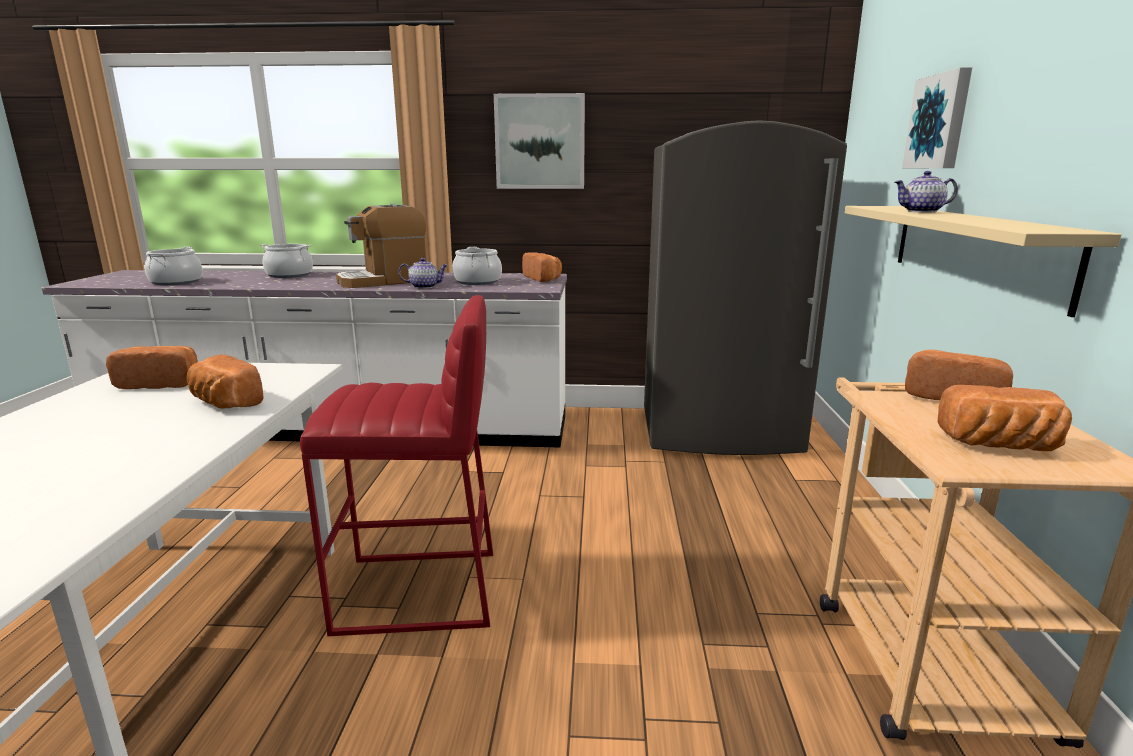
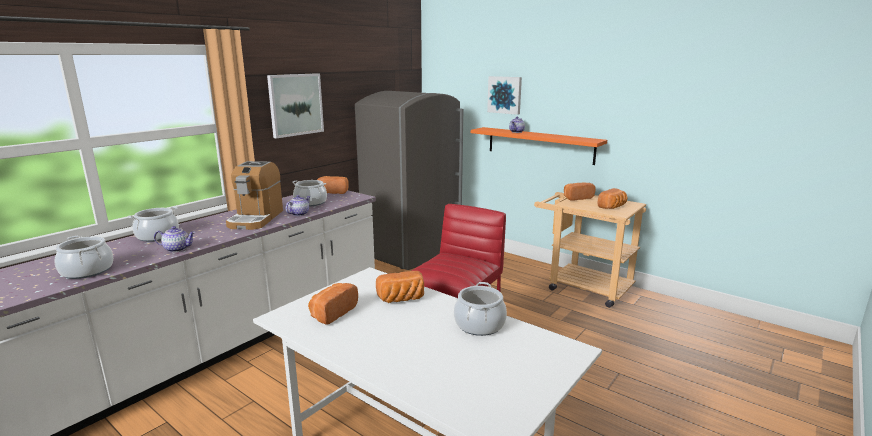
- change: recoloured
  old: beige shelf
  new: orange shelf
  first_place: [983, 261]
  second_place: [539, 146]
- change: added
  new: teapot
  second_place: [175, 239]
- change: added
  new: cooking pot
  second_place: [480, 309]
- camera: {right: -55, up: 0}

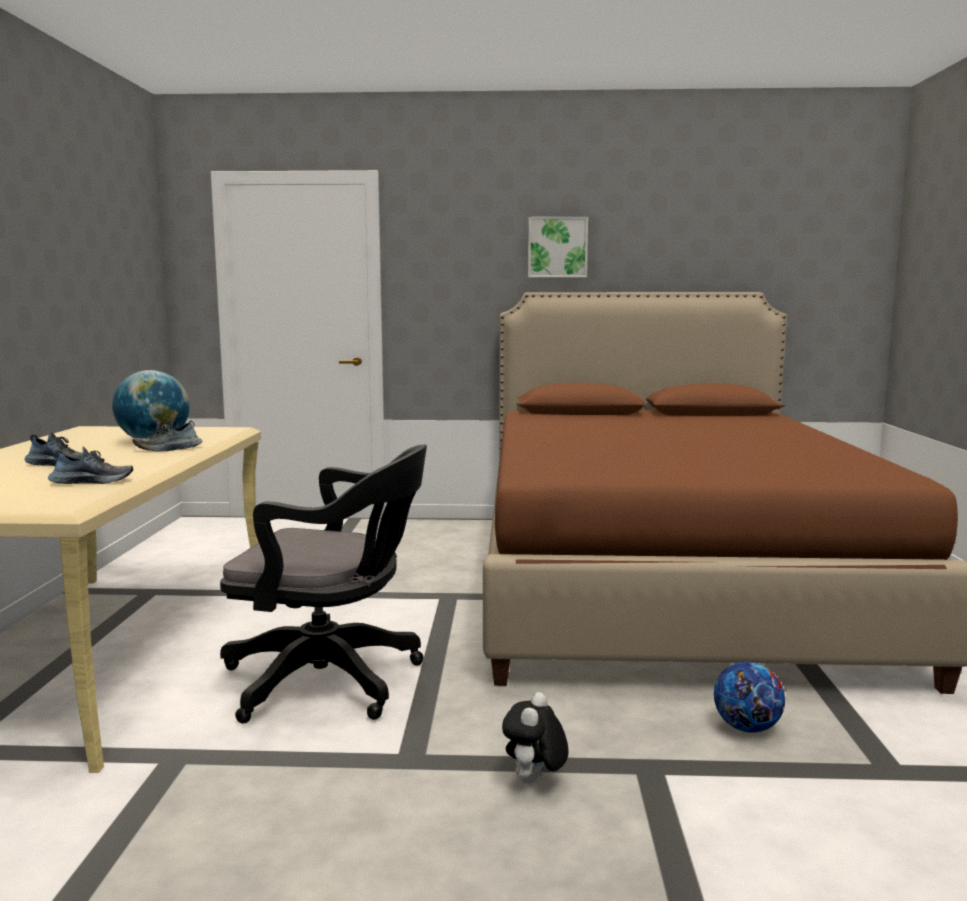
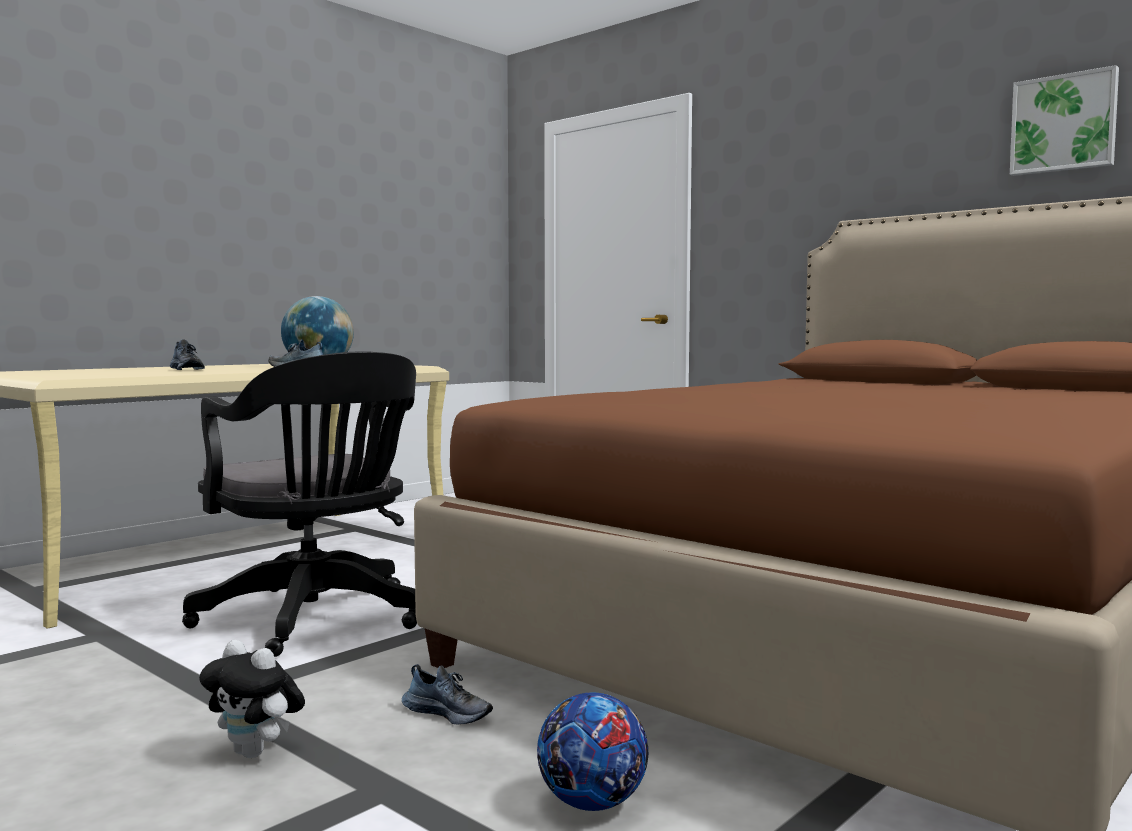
- change: moved
  old: shoe
  first_place: [90, 465]
  second_place: [447, 694]
- change: turned
  old: plush toy
  first_place: [535, 738]
  second_place: [252, 699]
  degrees: -120
- change: moved
  old: picture
  first_place: [558, 247]
  second_place: [1064, 120]
- camera: {right: 40, up: -5}

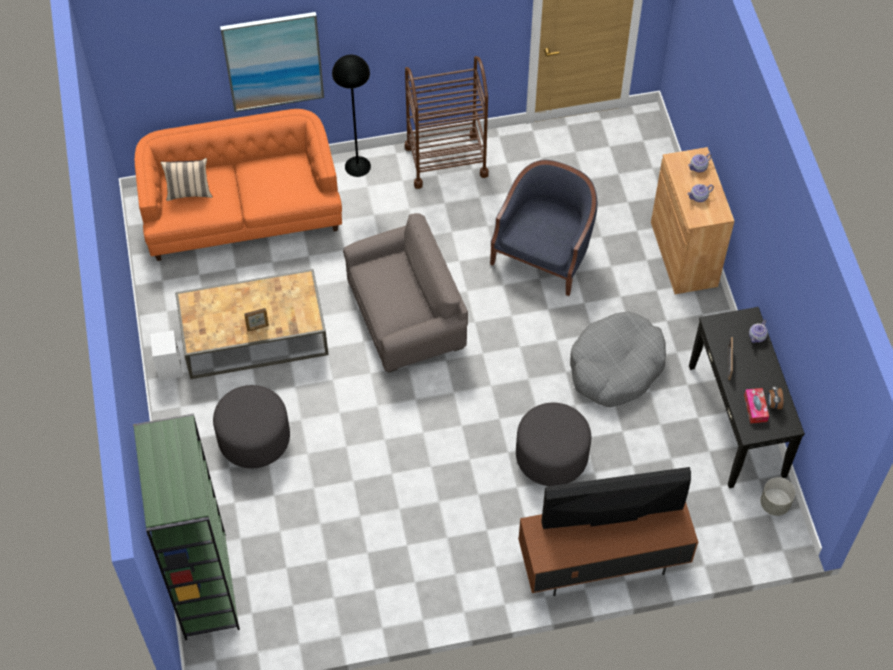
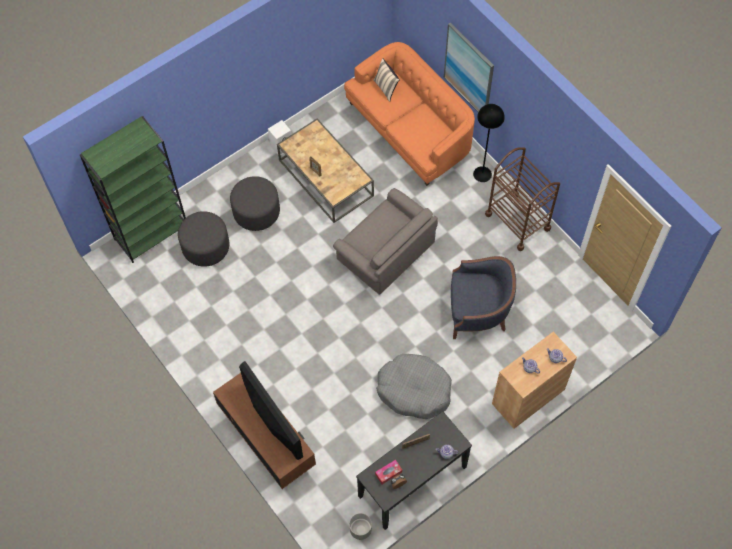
- change: moved
  old: grey ottoman
  first_place: [553, 444]
  second_place: [203, 239]
- camera: {right: 65, up: 5}

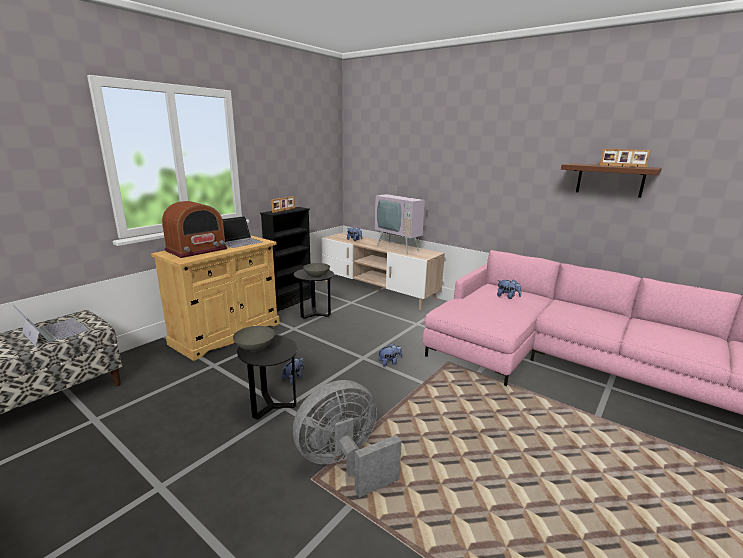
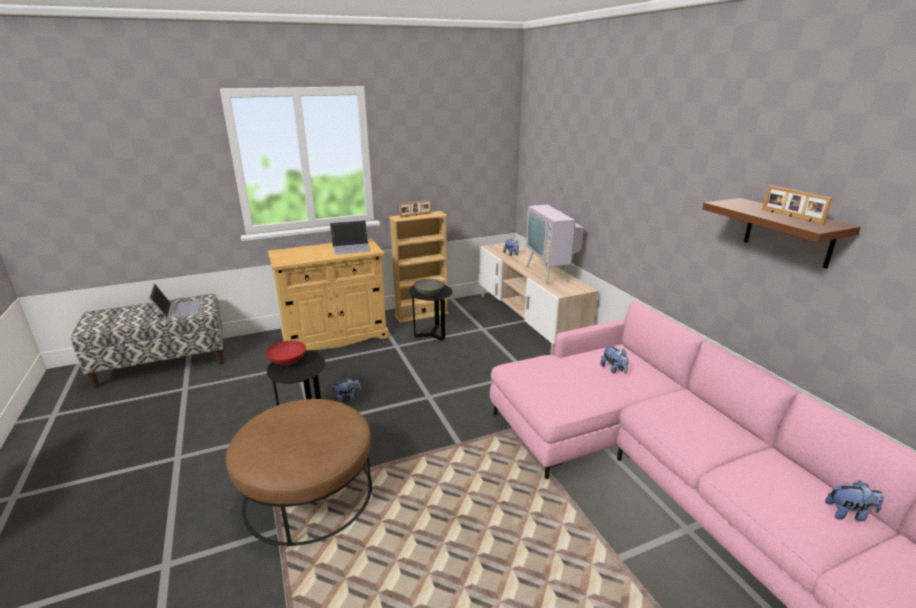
- change: removed
  old: radio
  first_place: [194, 229]
- change: recoloured
  old: grey bowl
  new: red bowl
  first_place: [254, 339]
  second_place: [285, 353]
- change: recoloured
  old: black bookcase
  new: beige bookcase
  first_place: [285, 259]
  second_place: [419, 267]
- change: replaced
  old: grey fan
  new: brown ottoman
  first_place: [347, 439]
  second_place: [299, 472]
- change: moved
  old: plush toy
  first_place: [390, 354]
  second_place: [854, 501]
- camera: {right: 30, up: 5}

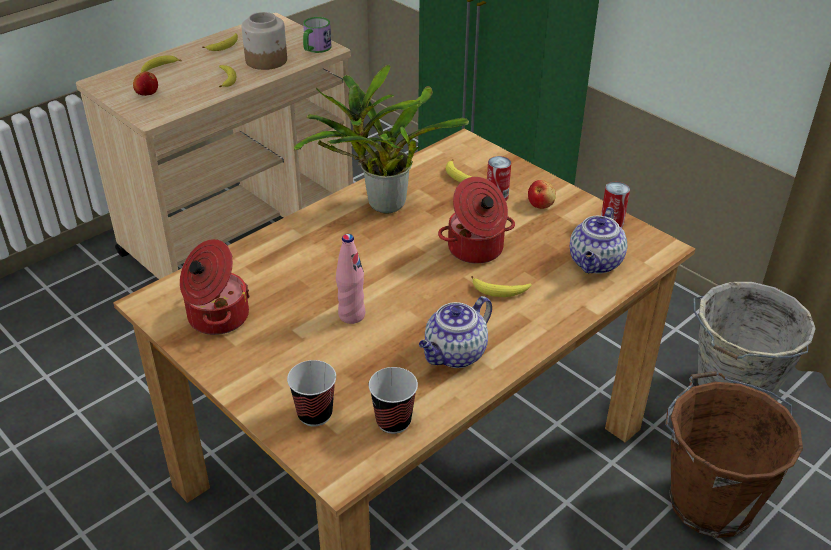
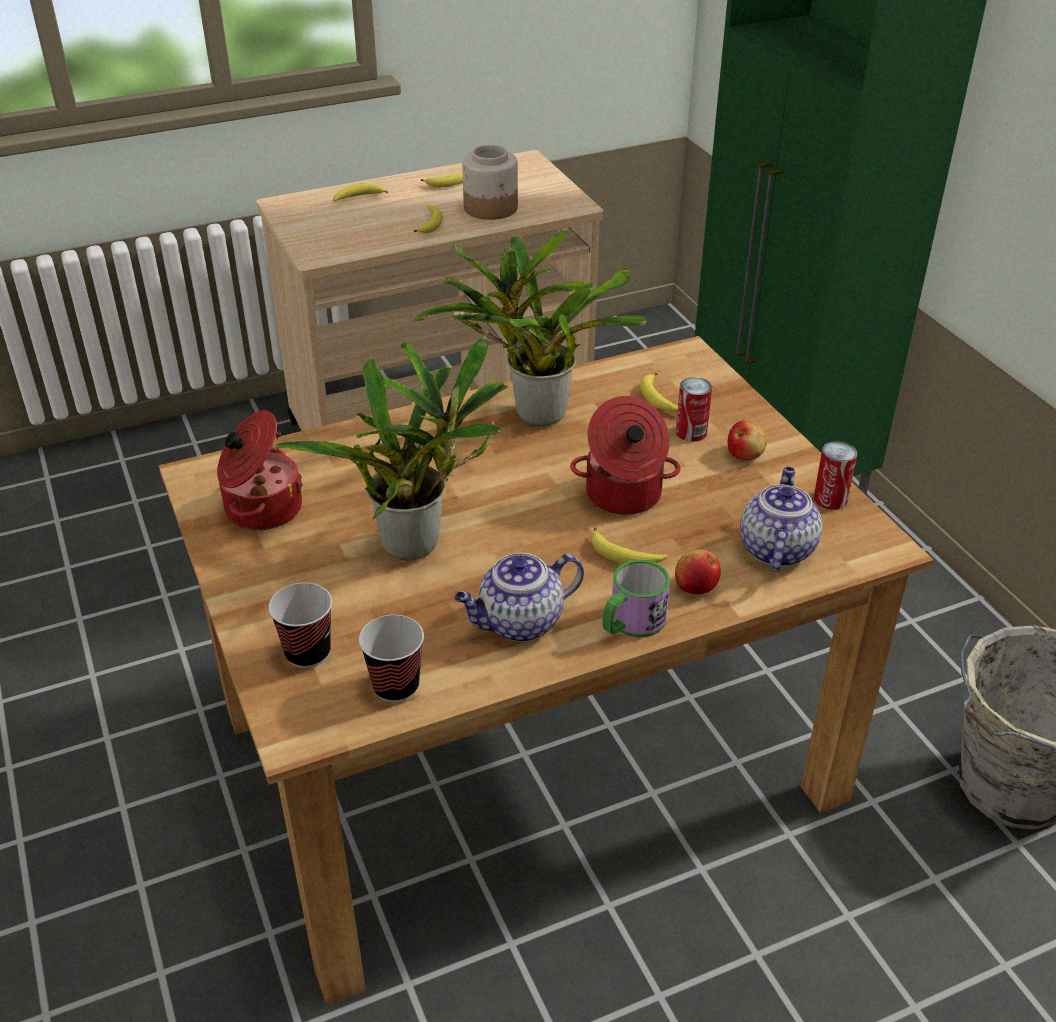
- change: moved
  old: apple
  first_place: [145, 83]
  second_place: [698, 572]
- change: moved
  old: mug
  first_place: [317, 35]
  second_place: [636, 598]
- change: replaced
  old: pink bottle
  new: potted plant
  first_place: [350, 279]
  second_place: [391, 450]
- change: turned
  old: teapot
  first_place: [598, 240]
  second_place: [781, 519]
  degrees: 150
- change: removed
  old: brown bucket
  first_place: [734, 454]
- camera: {right: 20, up: 0}

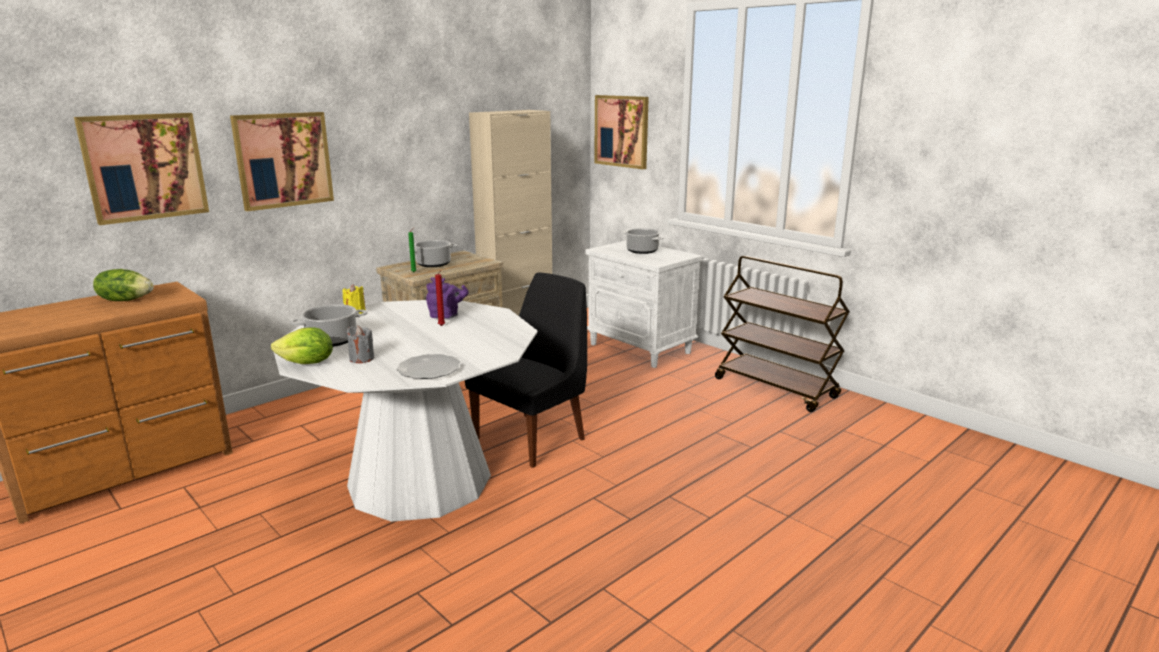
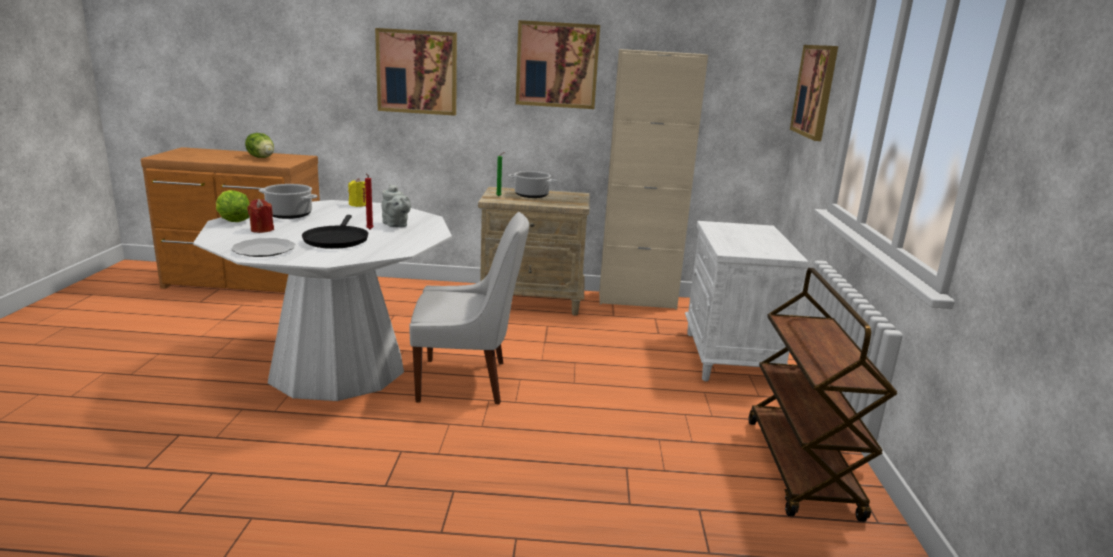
- change: moved
  old: picture
  first_place: [141, 169]
  second_place: [558, 64]
- change: recoloured
  old: grey candle
  new: red candle
  first_place: [360, 344]
  second_place: [260, 216]
- change: recoloured
  old: purple teapot
  new: grey teapot
  first_place: [447, 298]
  second_place: [396, 205]
- change: recoloured
  old: black chair
  new: white chair
  first_place: [526, 370]
  second_place: [469, 308]
- change: removed
  old: cooking pot
  first_place: [643, 241]
- change: added
  new: black frying pan
  second_place: [335, 232]
- camera: {right: 45, up: 0}

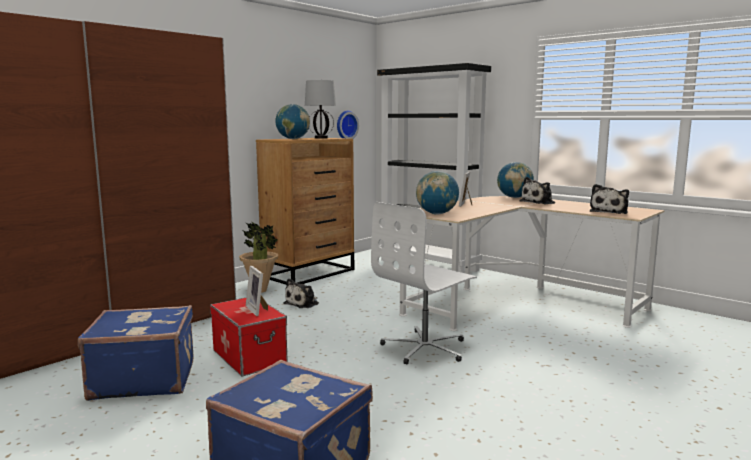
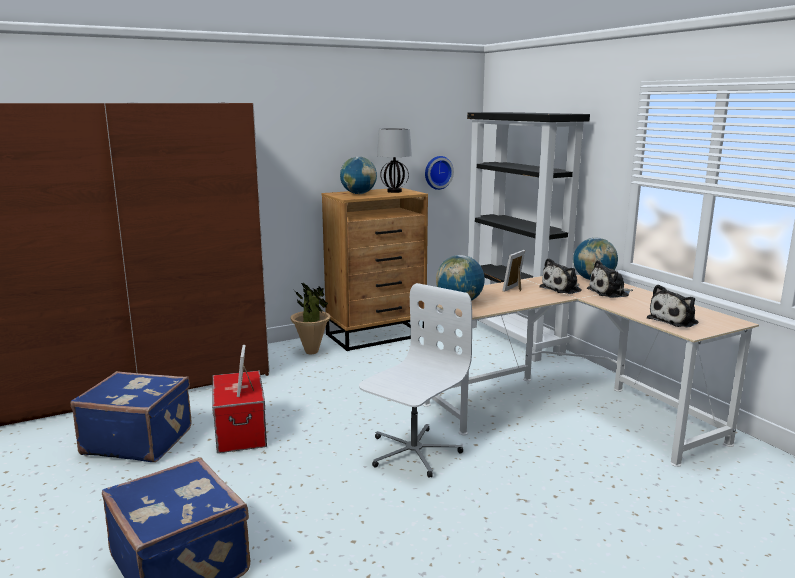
- change: moved
  old: plush toy
  first_place: [301, 293]
  second_place: [560, 276]
- change: turned
  old: white office chair
  first_place: [424, 283]
  second_place: [415, 380]
  degrees: 150
- camera: {right: 20, up: 5}

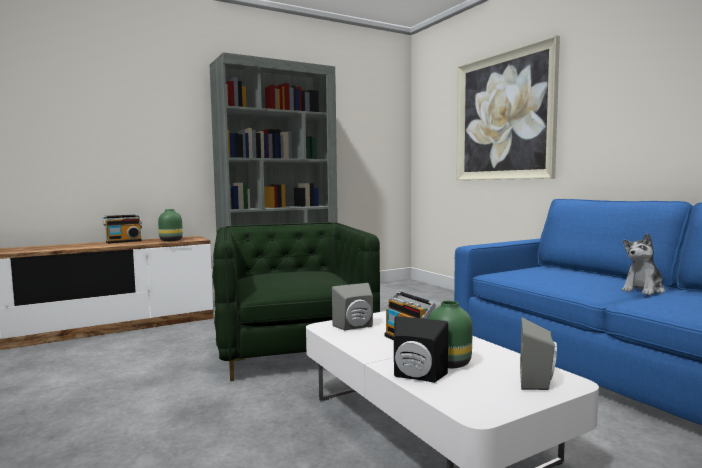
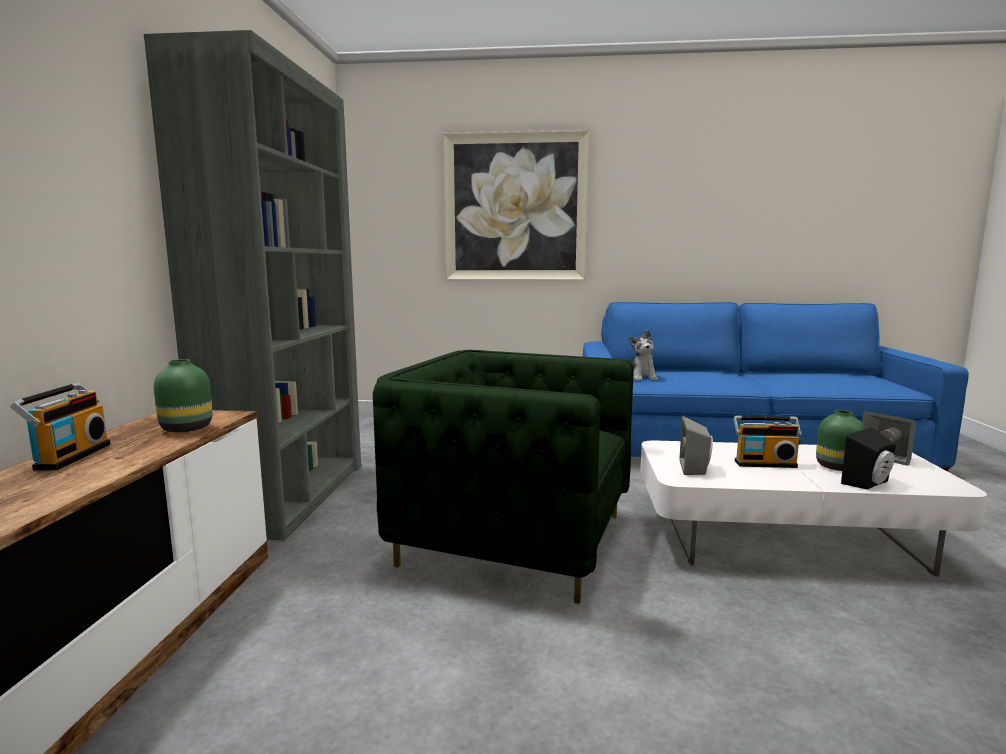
- change: moved
  old: plush toy
  first_place: [643, 264]
  second_place: [643, 355]
- camera: {right: -55, up: 5}

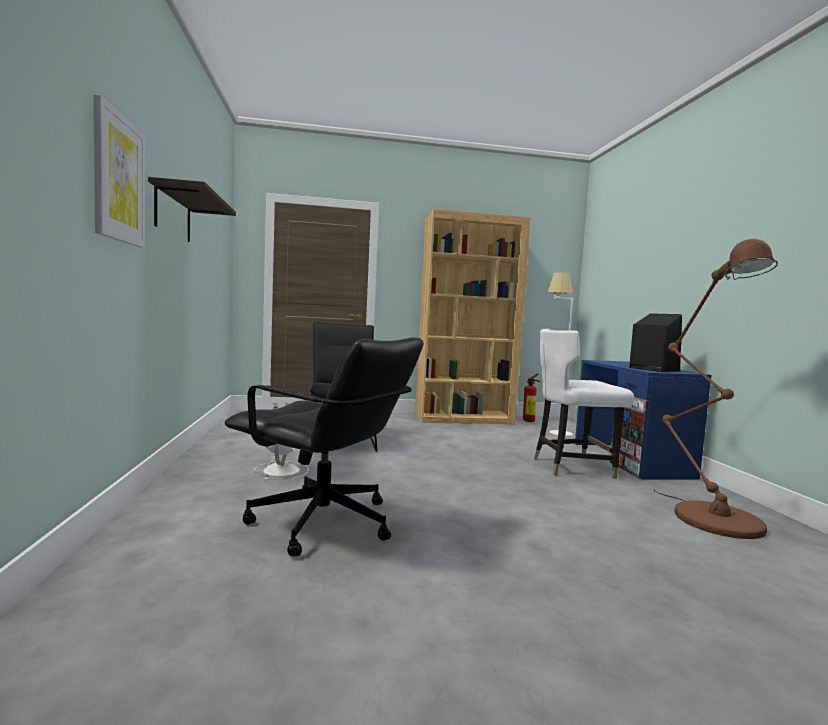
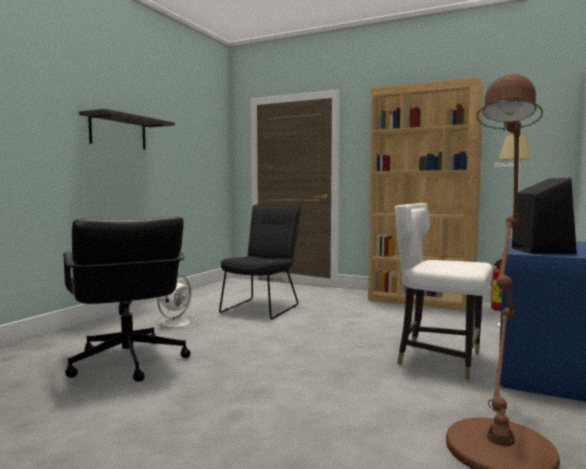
- change: removed
  old: picture
  first_place: [119, 171]
- camera: {right: 35, up: 0}

